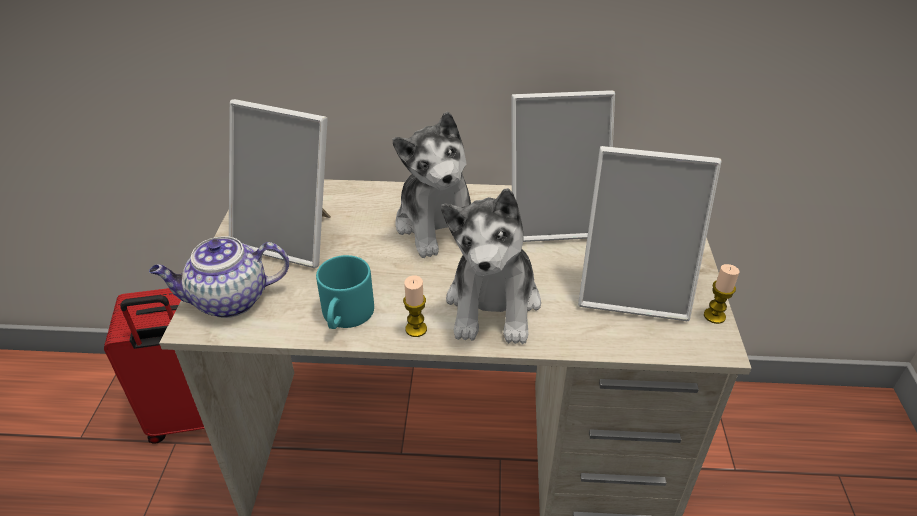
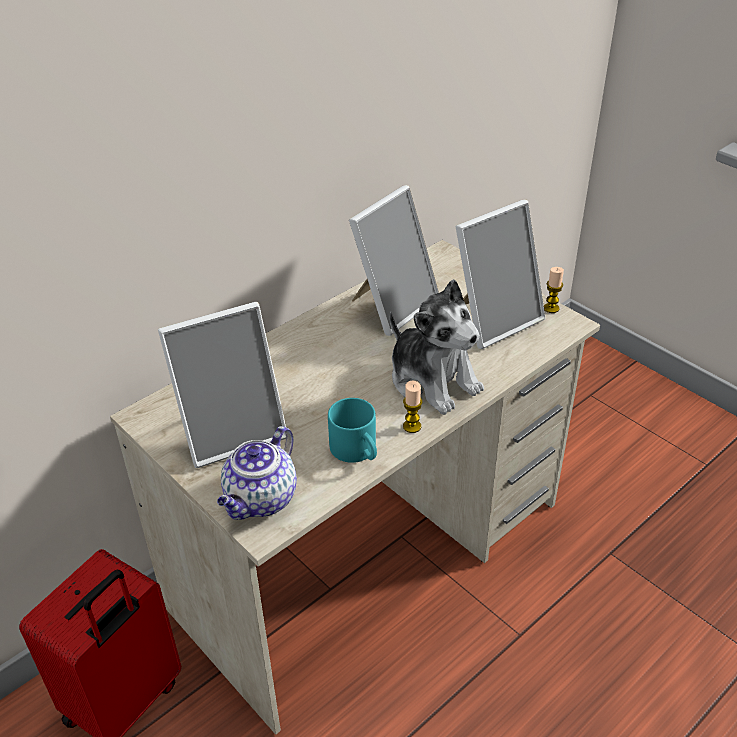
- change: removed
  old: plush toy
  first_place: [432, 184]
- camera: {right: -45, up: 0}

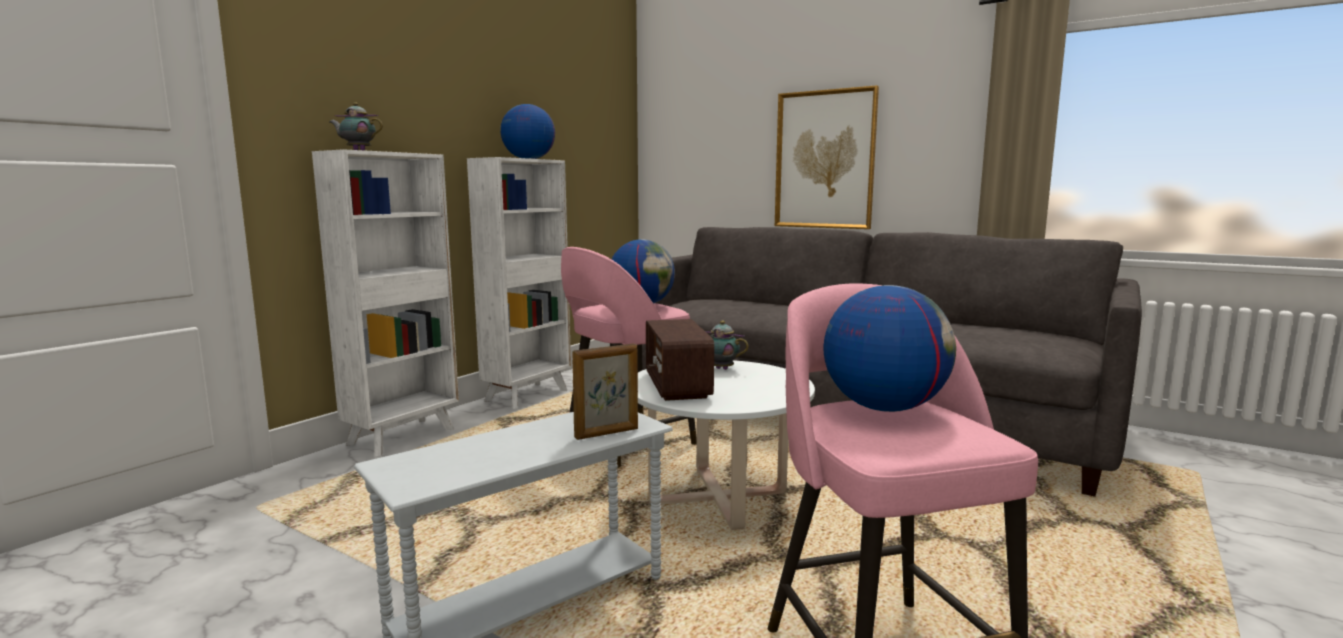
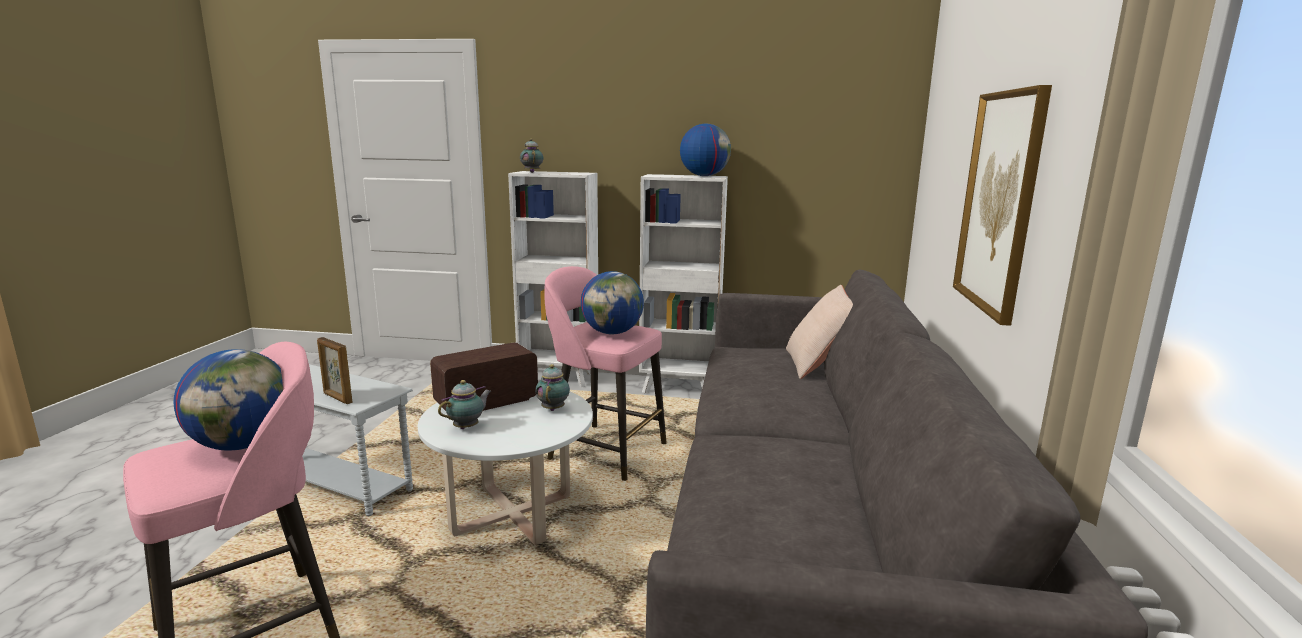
- change: added
  new: teapot
  second_place: [464, 404]
- change: added
  new: beige pillow
  second_place: [819, 332]
- camera: {right: 65, up: 5}

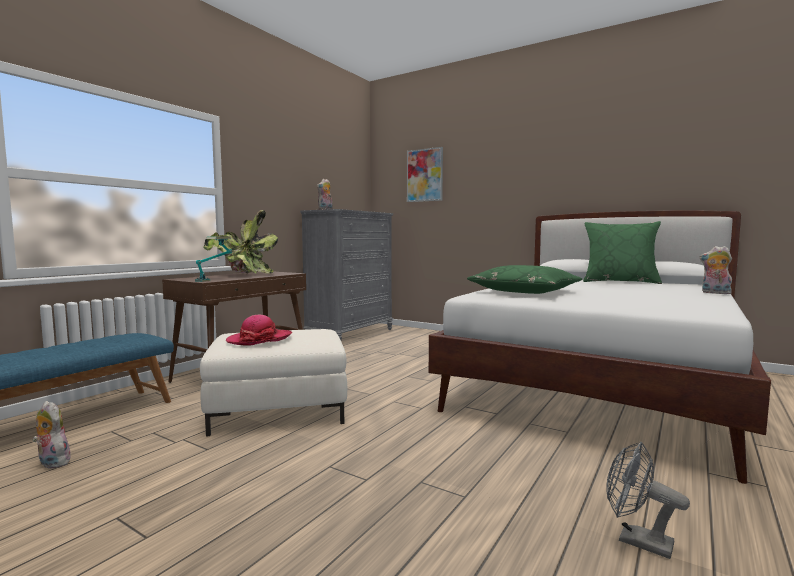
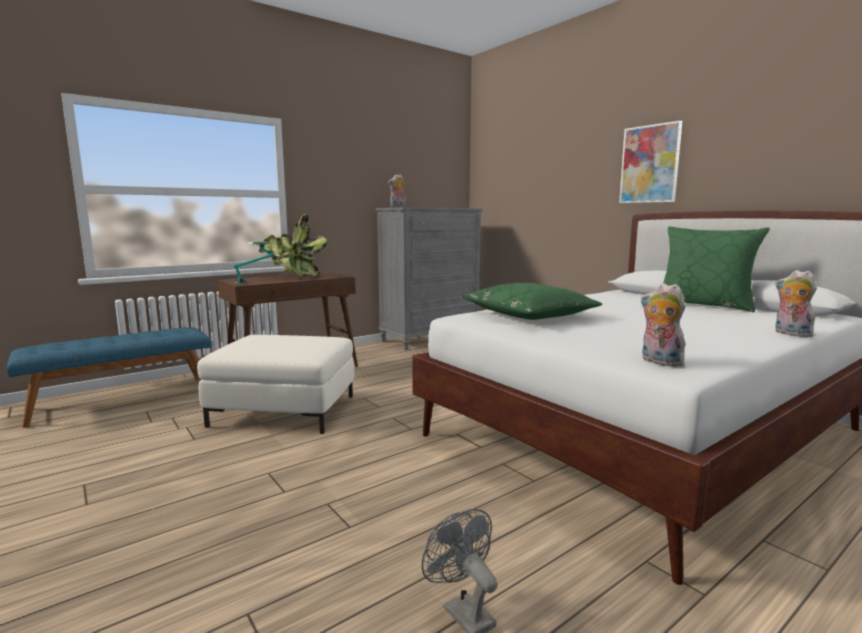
- change: moved
  old: plush toy
  first_place: [52, 434]
  second_place: [663, 325]
- change: removed
  old: hat
  first_place: [259, 330]
- change: moved
  old: picture
  first_place: [425, 174]
  second_place: [650, 161]
- camera: {right: 20, up: 5}

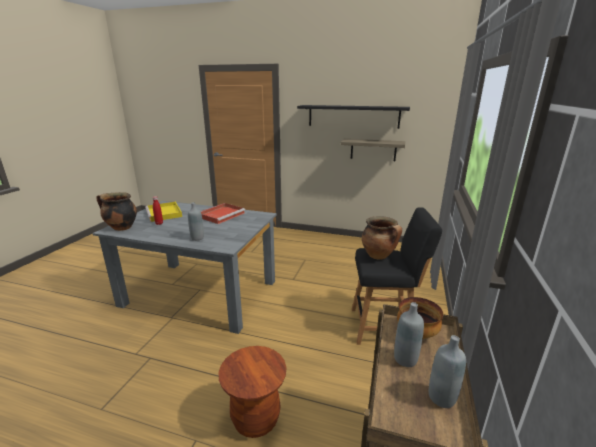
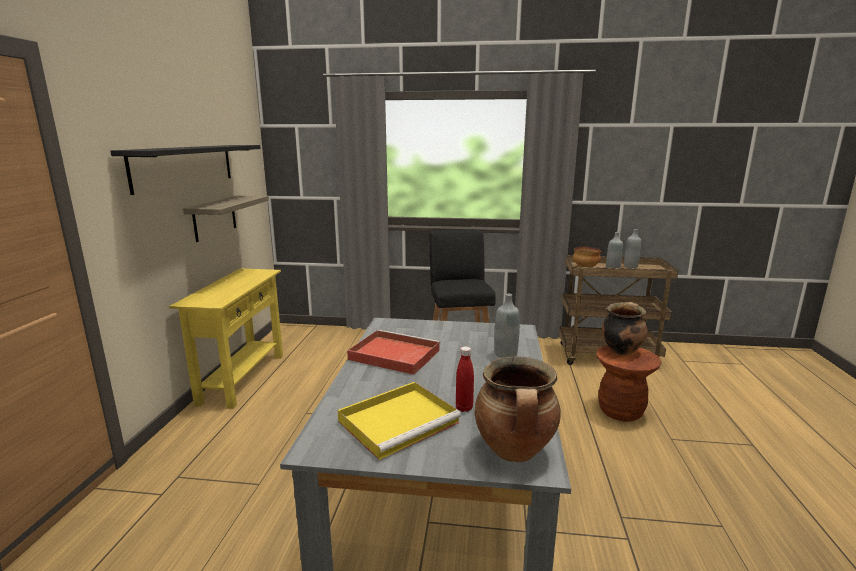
- change: moved
  old: cooking pot
  first_place: [382, 238]
  second_place: [625, 329]
- change: added
  new: yellow console table
  second_place: [226, 338]
- camera: {right: -100, up: -5}

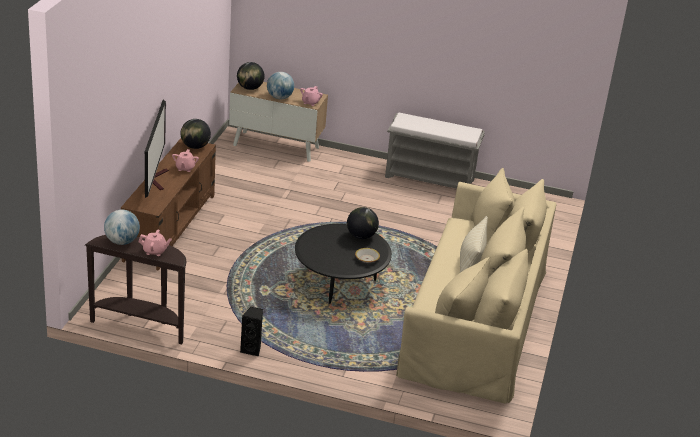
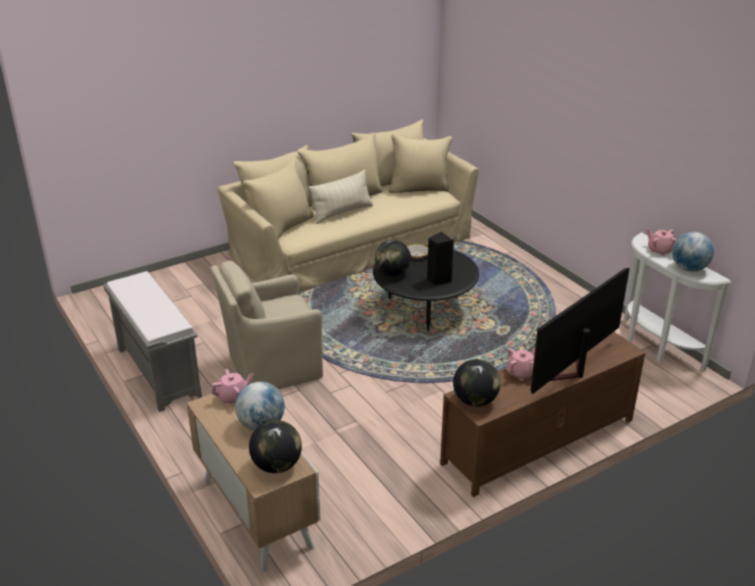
- change: recoloured
  old: brown console table
  new: white console table
  first_place: [135, 289]
  second_place: [677, 301]
- change: moved
  old: black speaker
  first_place: [251, 331]
  second_place: [440, 259]
- change: added
  new: beige armchair
  second_place: [266, 325]
- camera: {right: -135, up: 0}

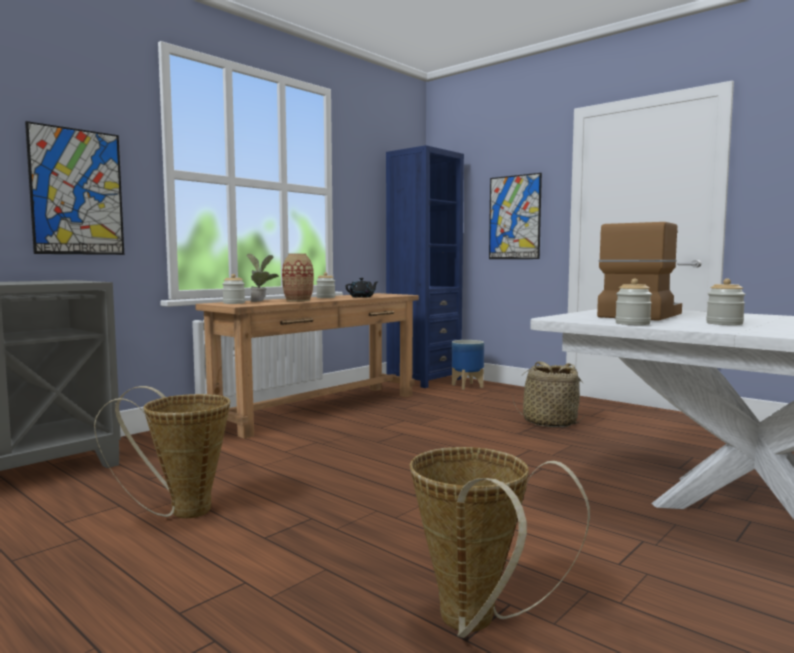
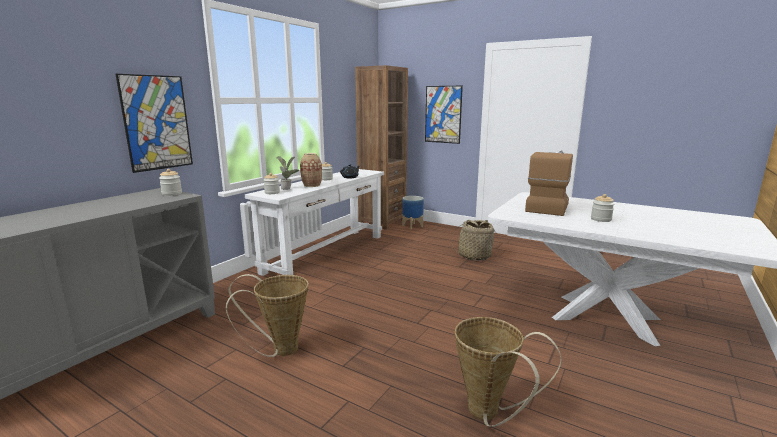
- change: recoloured
  old: brown console table
  new: white console table
  first_place: [307, 366]
  second_place: [314, 222]
- change: recoloured
  old: blue bookcase
  new: brown bookcase
  first_place: [425, 266]
  second_place: [381, 147]
- change: moved
  old: jar
  first_place: [633, 302]
  second_place: [170, 182]
- camera: {right: -10, up: 10}

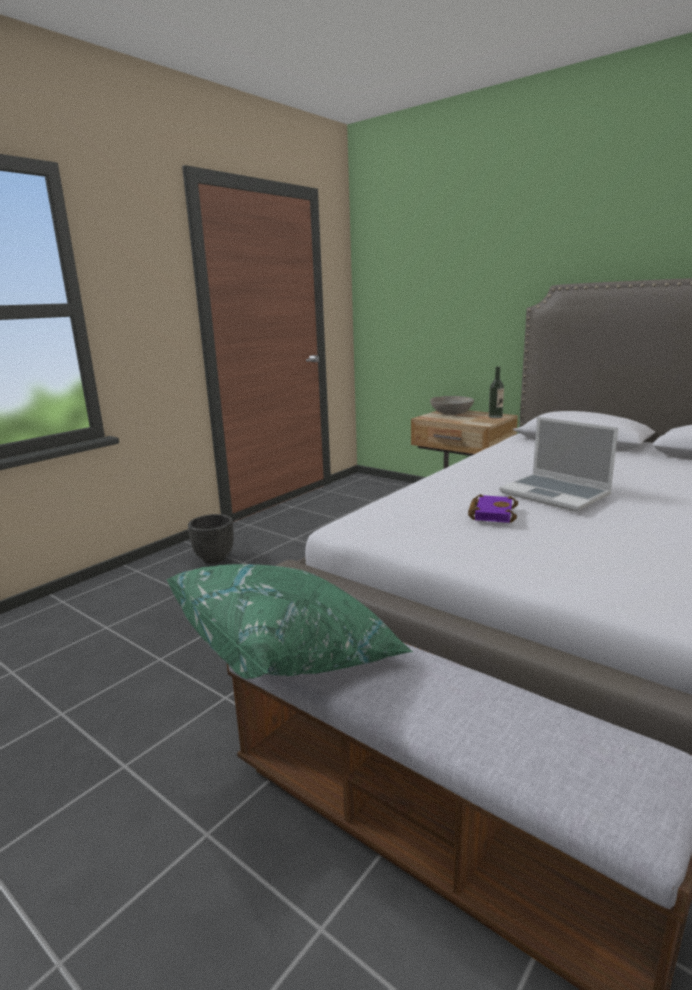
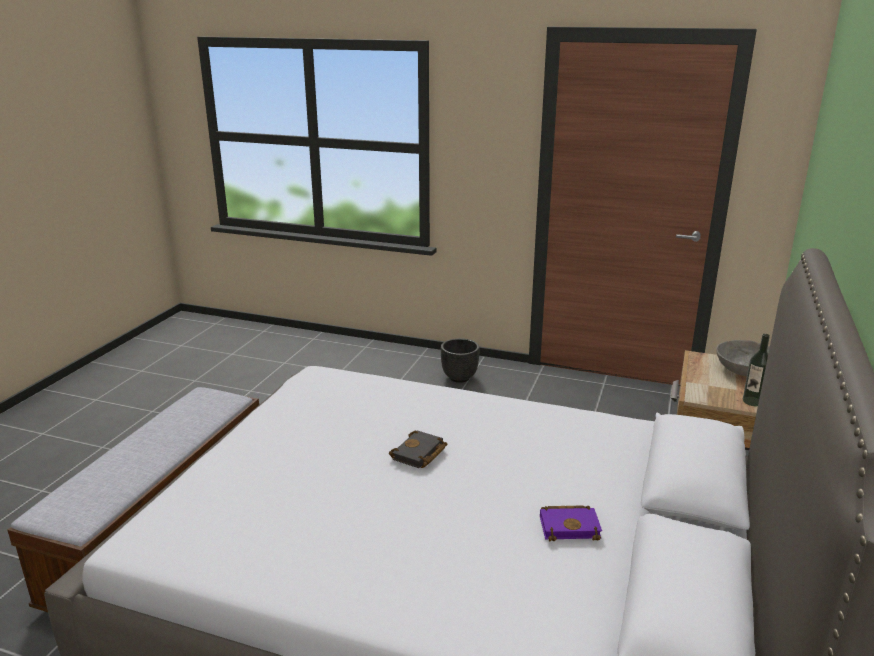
- change: removed
  old: green pillow
  first_place: [290, 621]
- change: moved
  old: purple book
  first_place: [493, 508]
  second_place: [571, 523]
- change: replaced
  old: laptop
  new: black book
  first_place: [558, 464]
  second_place: [418, 449]
- camera: {right: 70, up: 5}

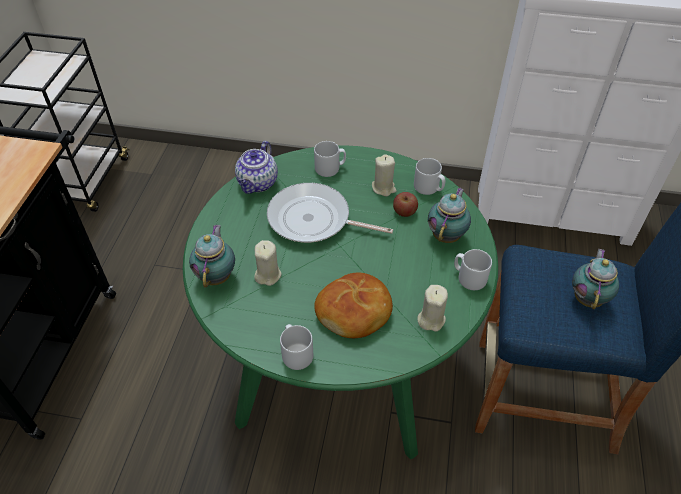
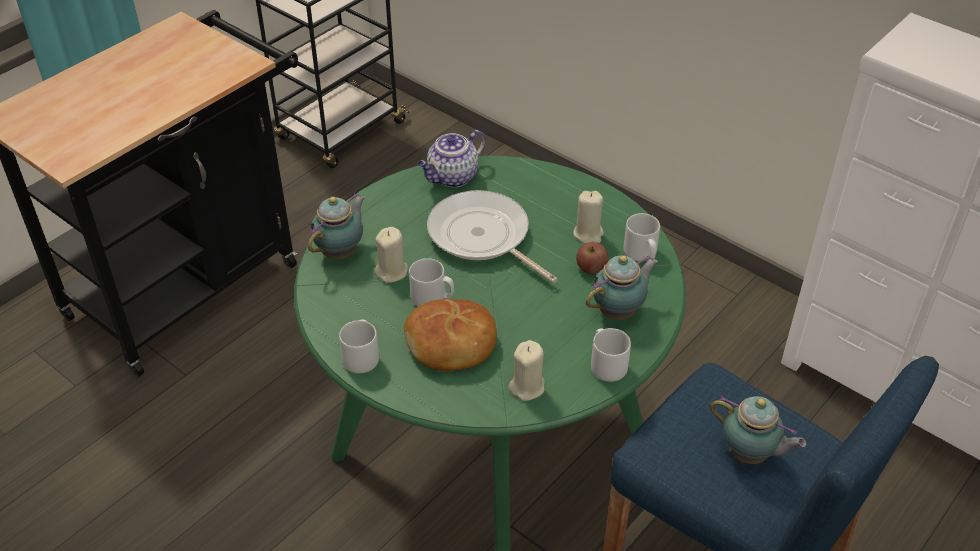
- change: moved
  old: grey mug
  first_place: [330, 159]
  second_place: [431, 282]
- change: turned
  old: teapot
  first_place: [595, 279]
  second_place: [758, 430]
  degrees: 75
- camera: {right: 30, up: -5}

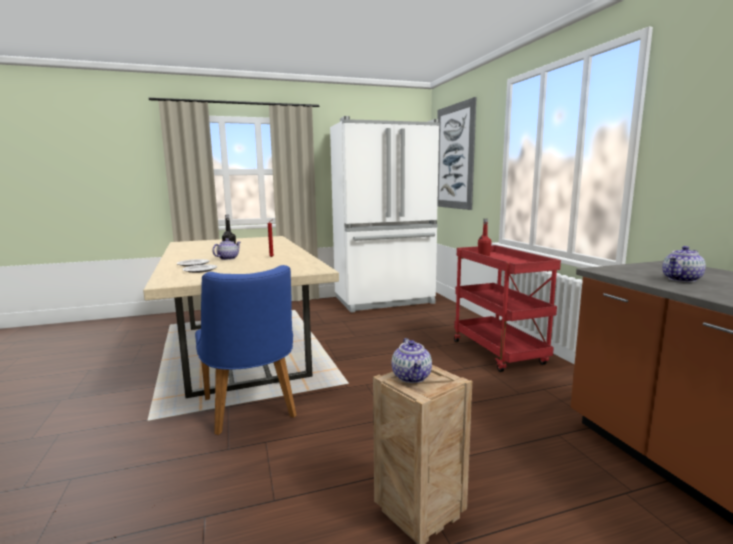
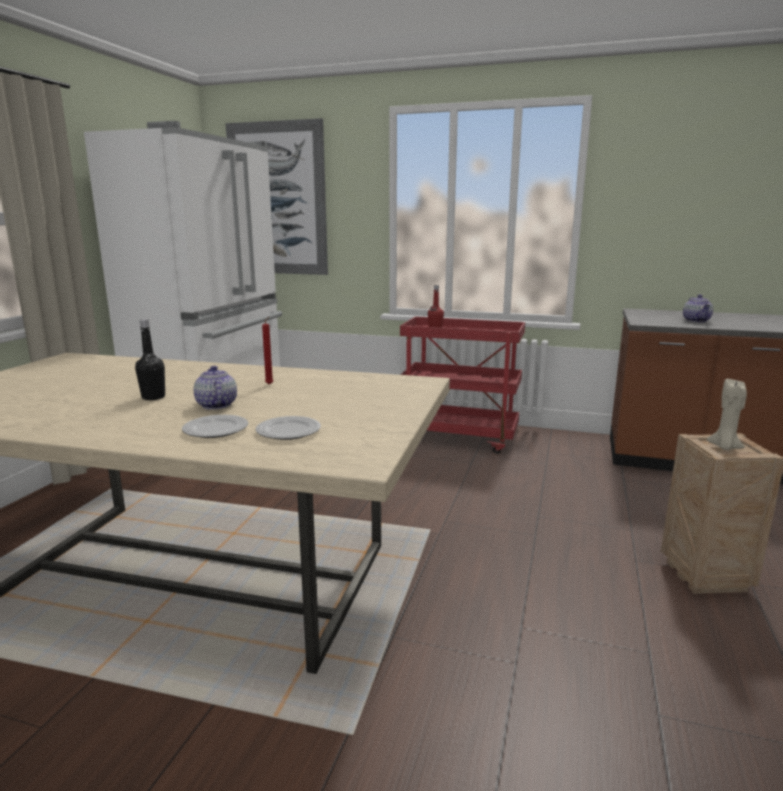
- change: removed
  old: blue chair
  first_place: [246, 350]
- change: replaced
  old: teapot
  new: beige candle
  first_place: [412, 360]
  second_place: [727, 414]
- camera: {right: -55, up: 5}

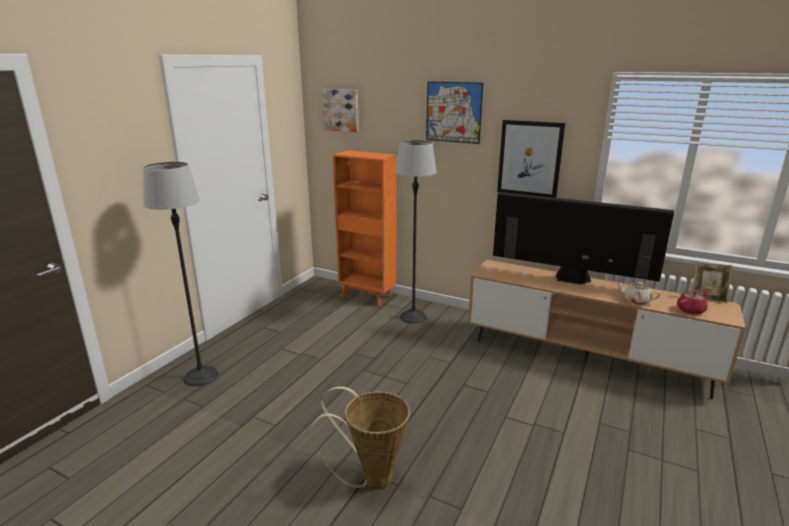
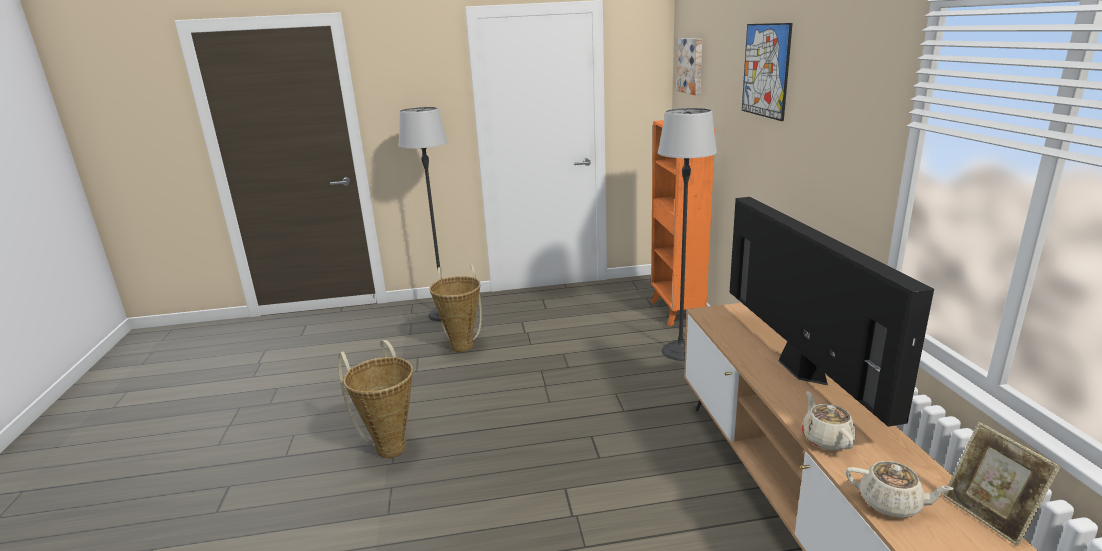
- change: removed
  old: picture
  first_place: [531, 159]
- change: recoloured
  old: red teapot
  new: beige teapot
  first_place: [693, 303]
  second_place: [900, 489]
- change: added
  new: basket
  second_place: [455, 308]
- camera: {right: 55, up: 0}

